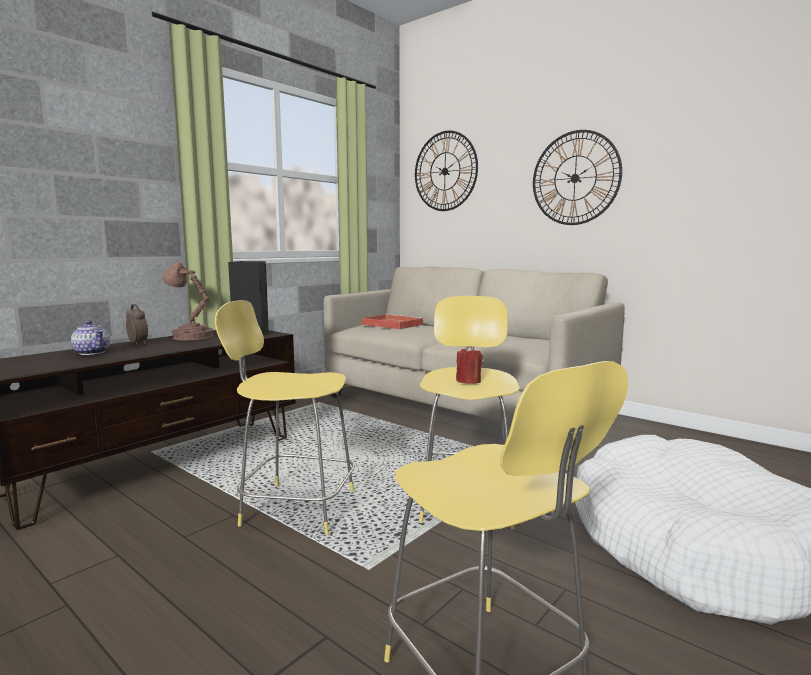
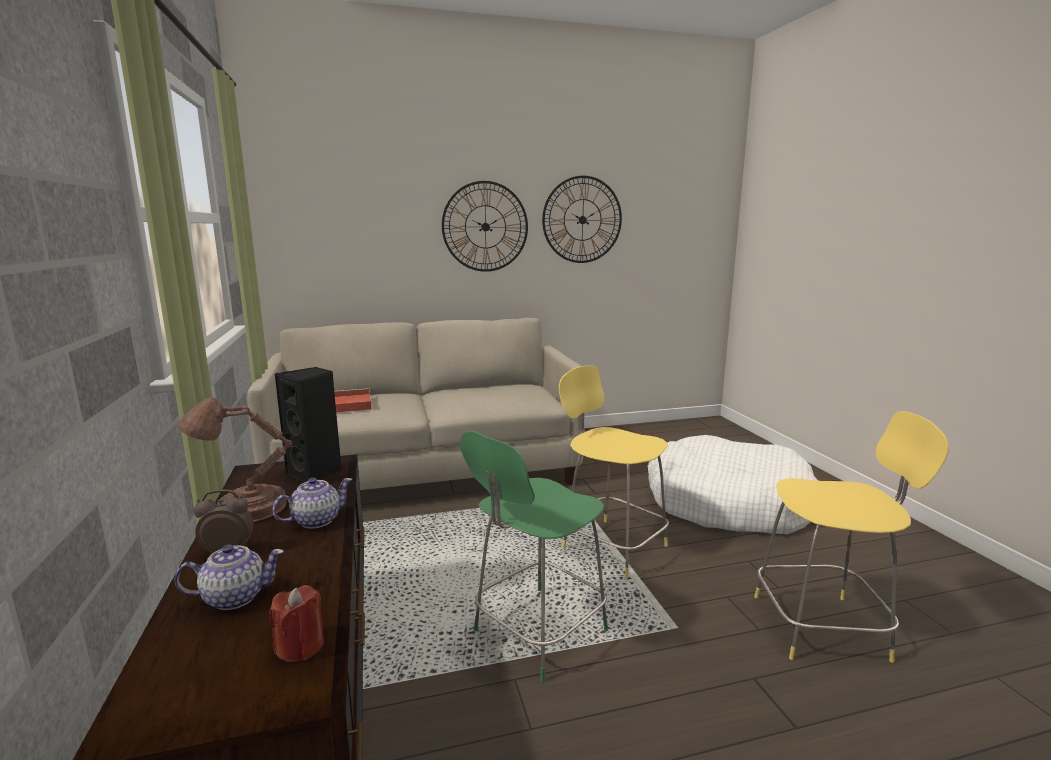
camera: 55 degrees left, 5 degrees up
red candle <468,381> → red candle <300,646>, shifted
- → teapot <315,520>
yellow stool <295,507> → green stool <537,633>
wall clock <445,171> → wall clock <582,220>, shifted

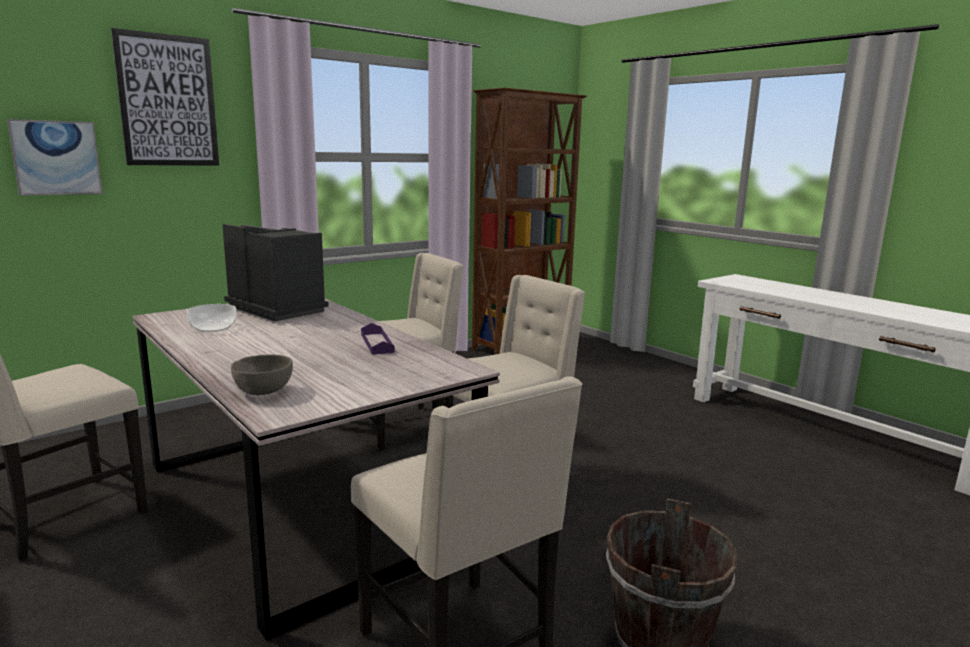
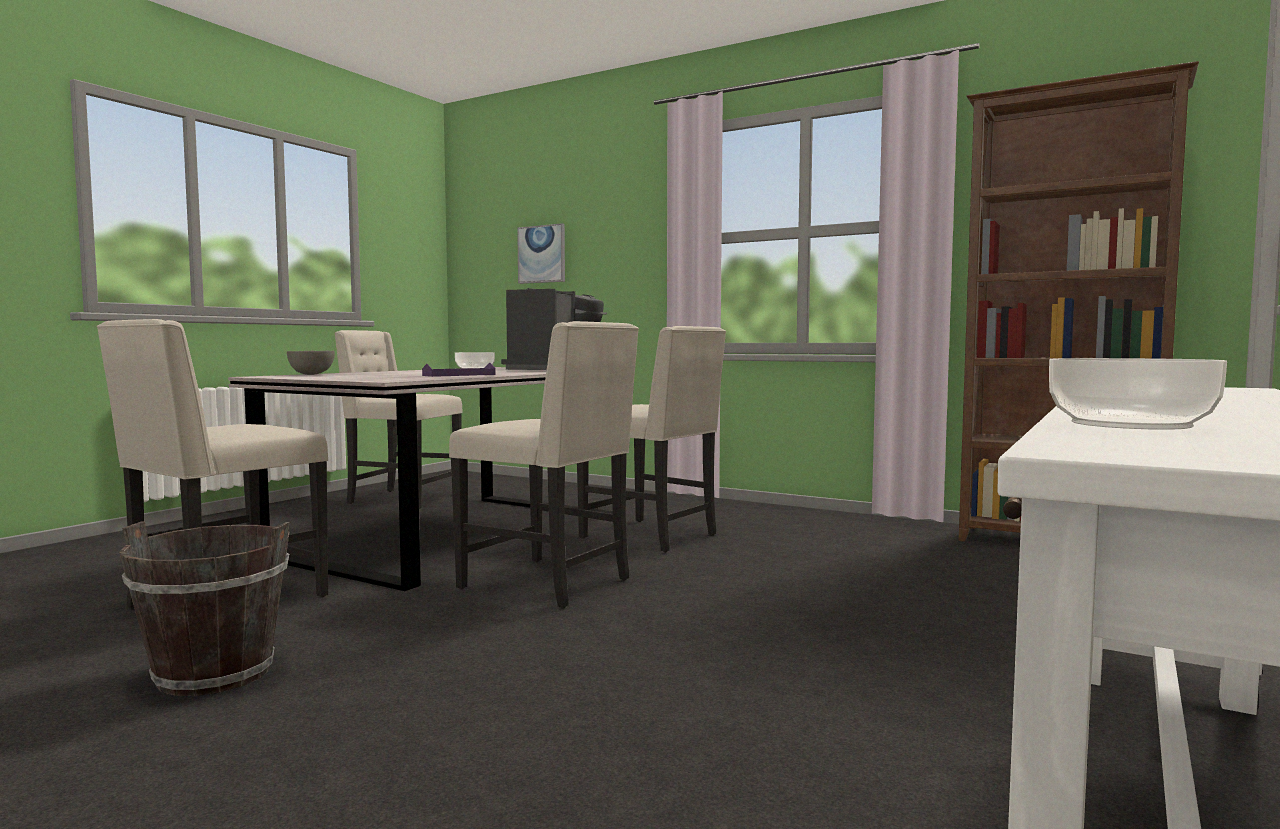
camera: 70 degrees right, 10 degrees down
- → bowl <1129,423>
picture <167,101> → -

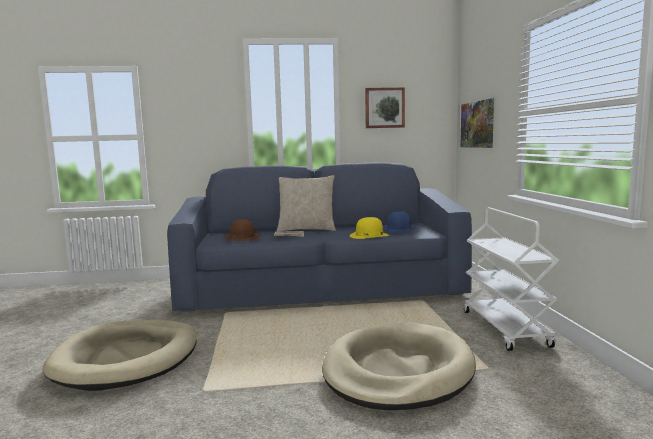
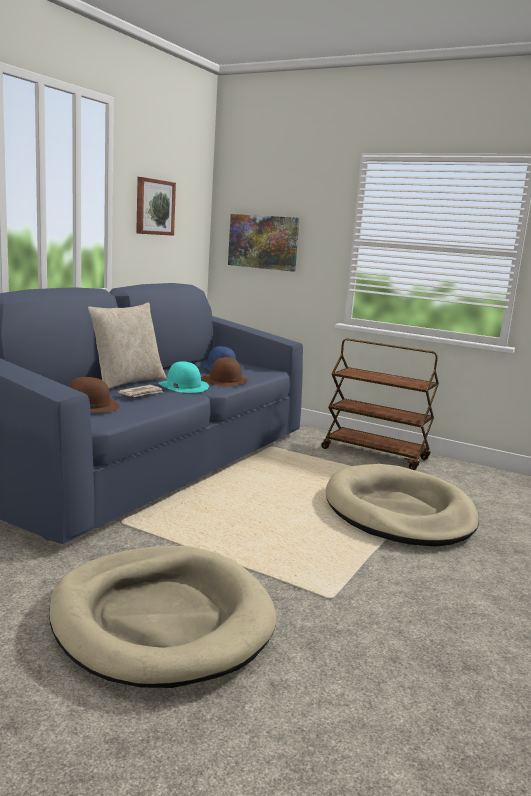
camera: 55 degrees left, 5 degrees up
- → turquoise hat <183,386>
yellow hat <369,235> → brown hat <225,380>
white cart <506,329> → brown cart <375,454>

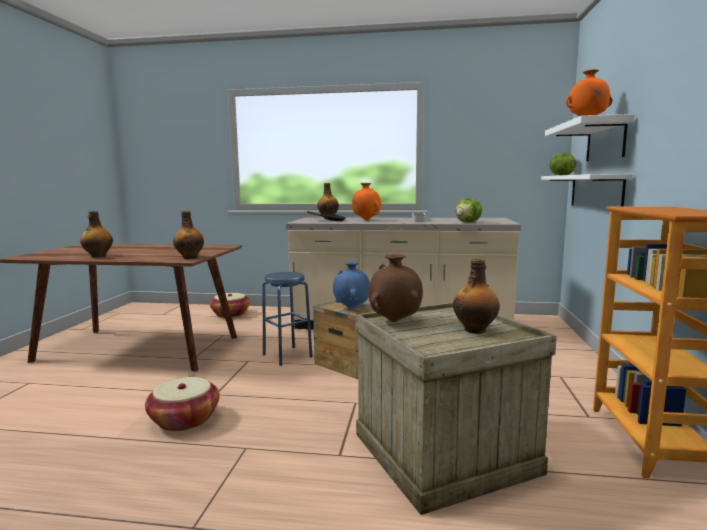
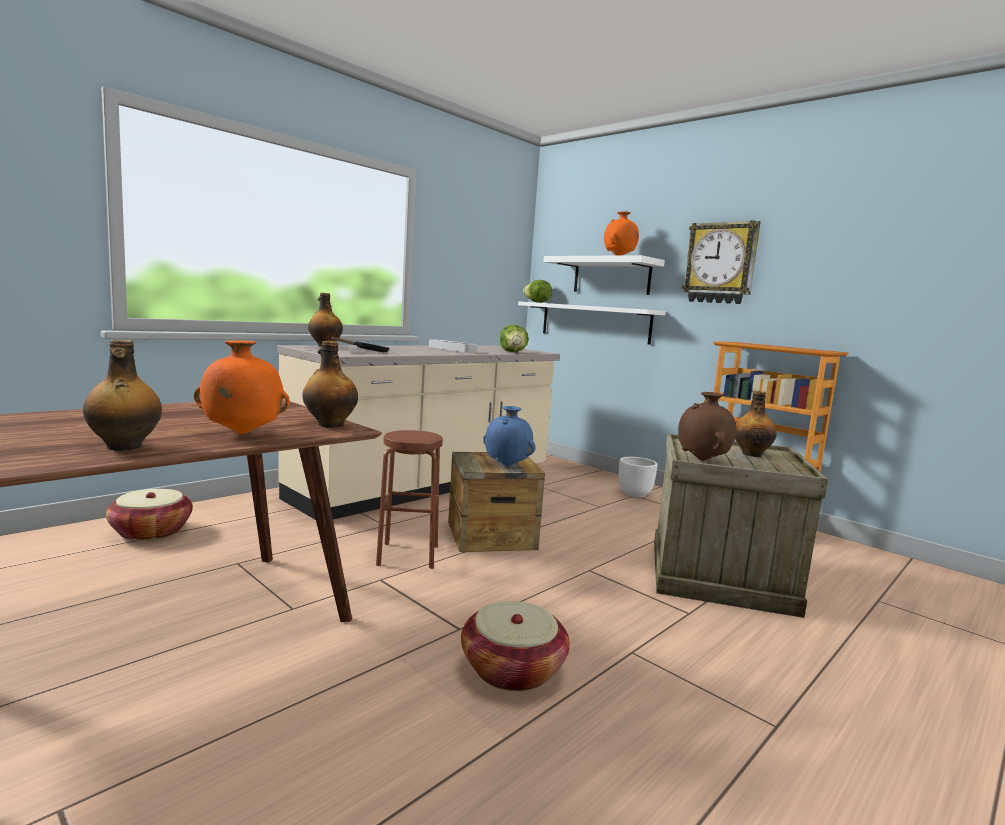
camera: 55 degrees left, 0 degrees up
orange vase <366,219> → orange vase <241,434>, shifted
blue stool <287,356> → brown stool <408,555>
- → white planter <634,494>
- → wall clock <720,263>

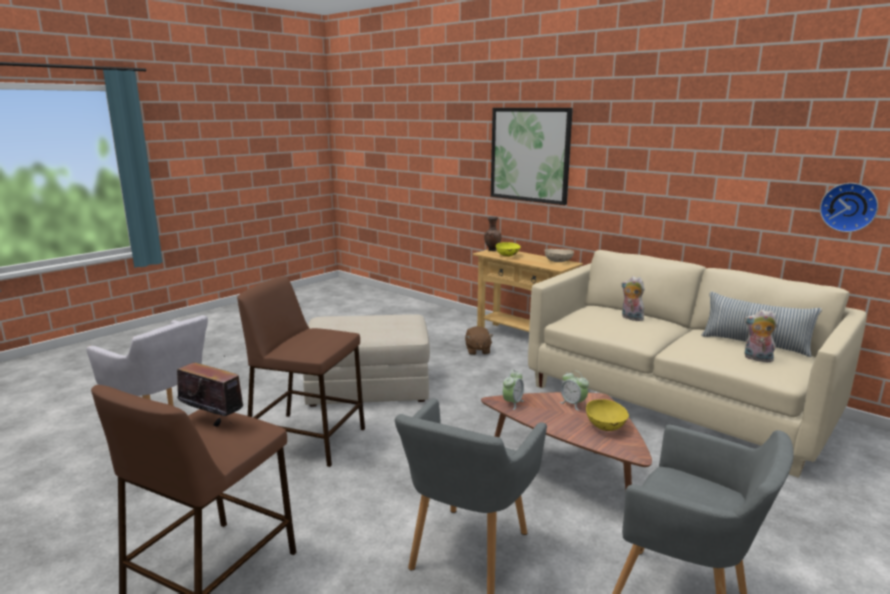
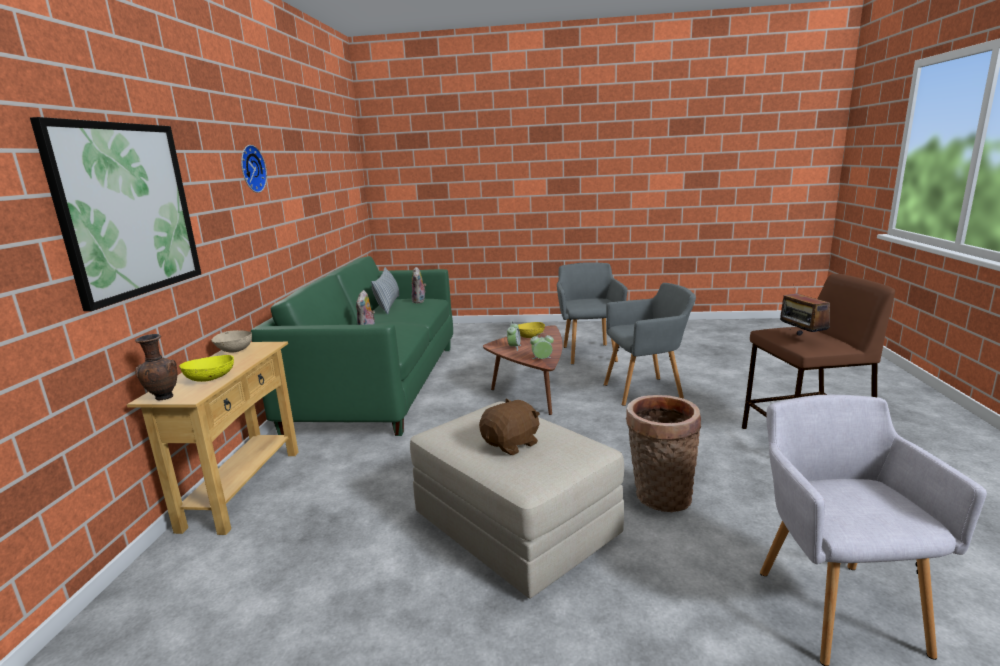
camera: 125 degrees left, 0 degrees up
wall clock <849,207> → wall clock <250,169>, shifted
beige sofa <675,402> → green sofa <378,385>
brown plush toy <477,350> → brown plush toy <511,444>, shifted
brown stool <309,438> → basket <659,496>

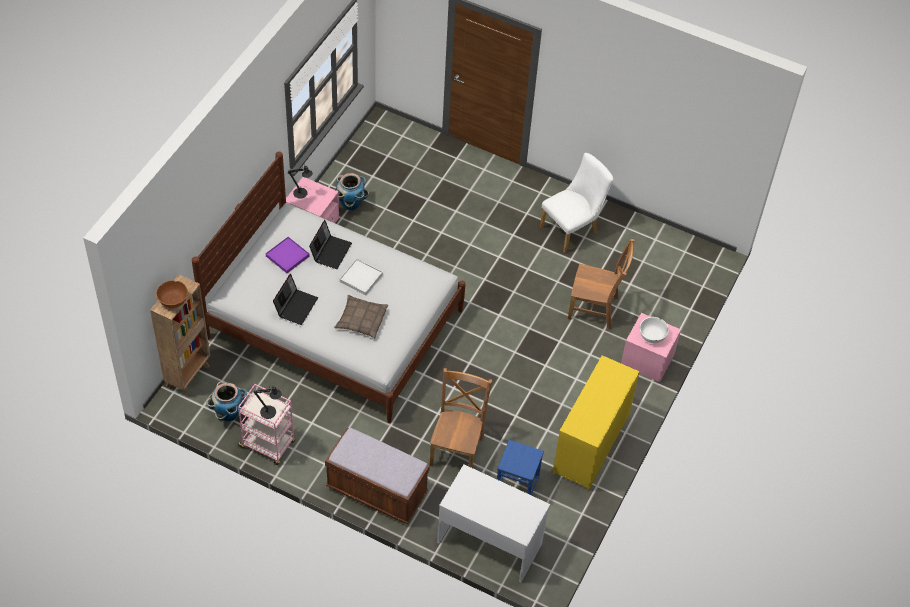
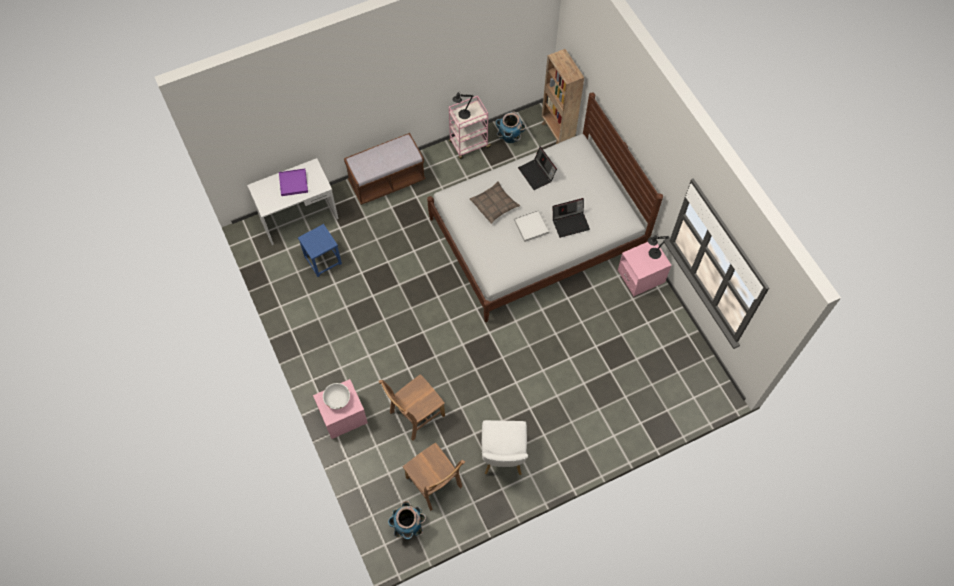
camera: 130 degrees right, 10 degrees up
purple tray <287,256> → purple tray <293,183>, shifted
planter <350,204> → planter <408,526>, shifted
brown chair <457,449> → brown chair <435,484>, shifted
laptop <330,251> → laptop <570,223>, 75 degrees counterclockwise
brown bowl <173,301> → -
yellow dresser <591,445> → -

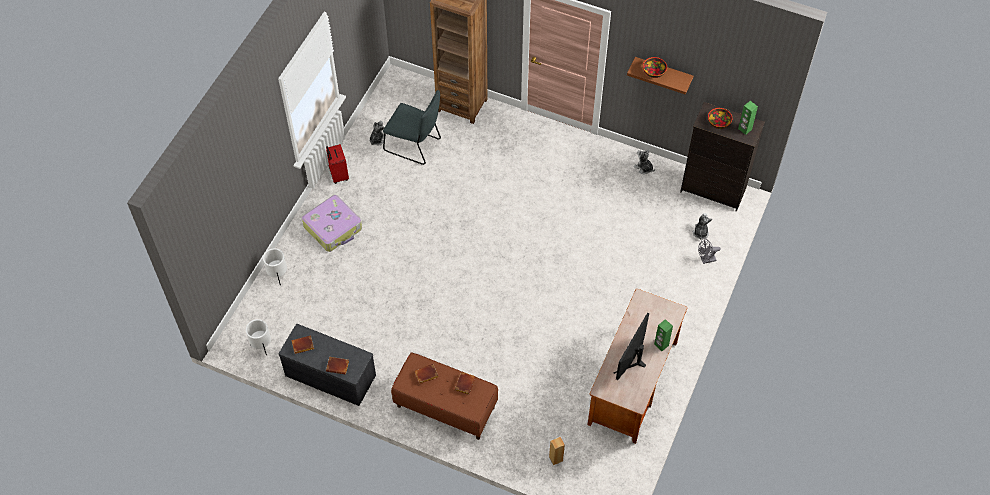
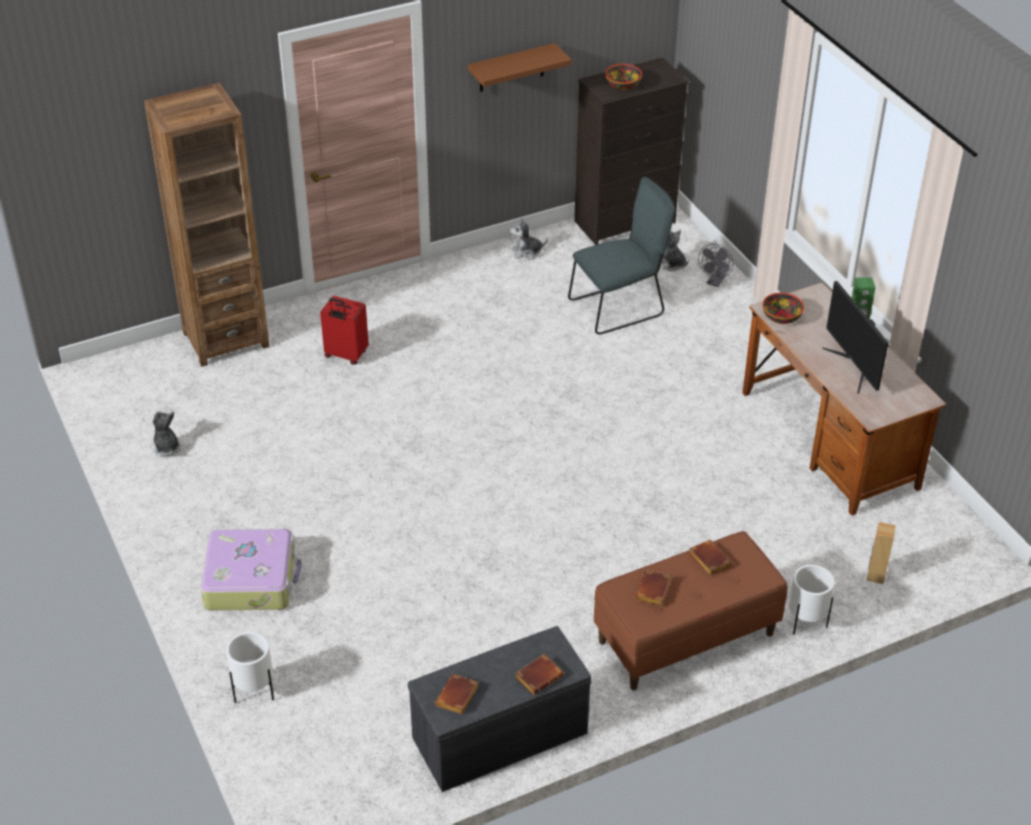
camera: 50 degrees left, 15 degrees down
red suitcase <338,175> → red suitcase <345,355>, shifted
grey chair <415,146> → grey chair <620,307>, shifted
bowl <654,72> → bowl <782,317>, shifted
white planter <262,346> → white planter <806,624>, shifted
green speaker <744,129> → -

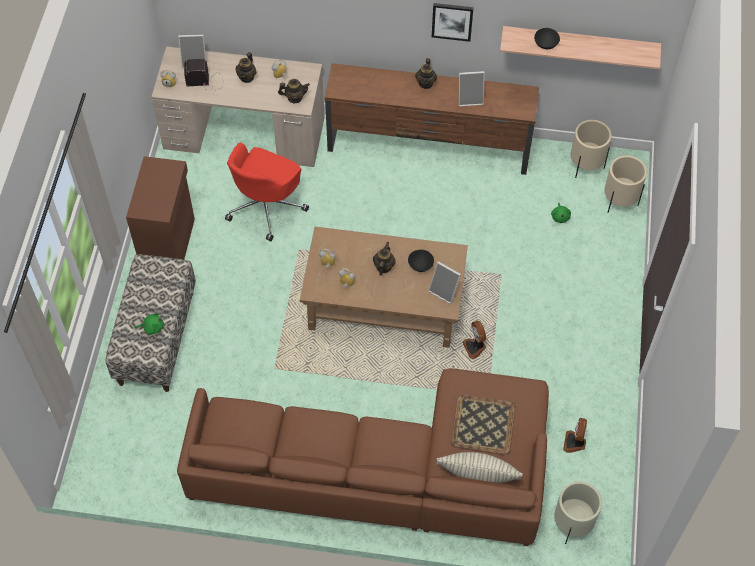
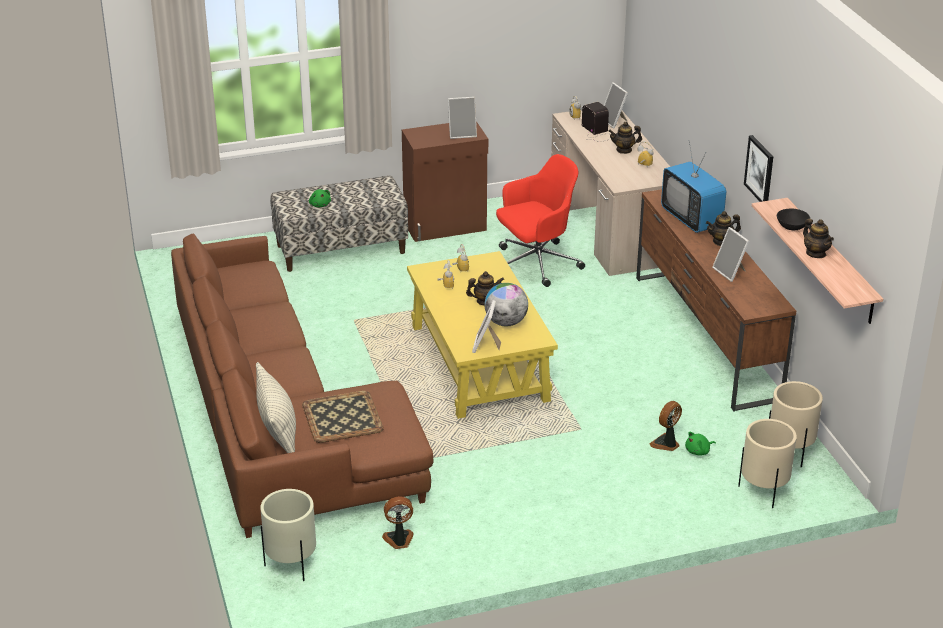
camera: 65 degrees right, 25 degrees down
brown coffee table <383,304> → yellow coffee table <478,362>
- → picture frame <462,133>
black bowl <420,265> → globe <506,322>
red office chair <266,206> → red office chair <536,263>, 150 degrees clockwise
fan <475,347> → fan <666,444>, shifted
- → television <691,219>
teapot <294,98> → teapot <816,253>, shifted

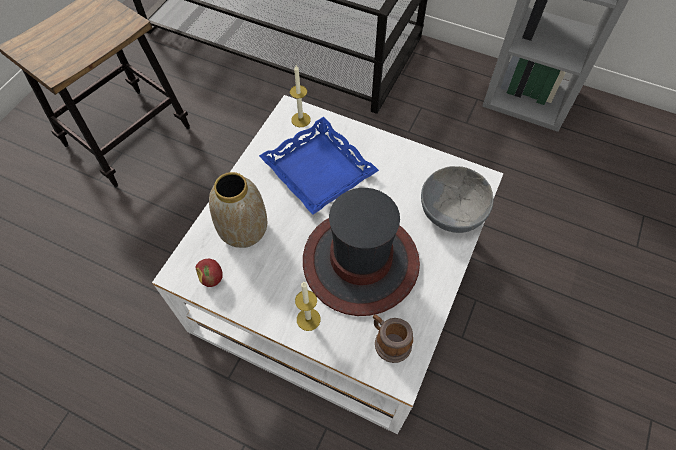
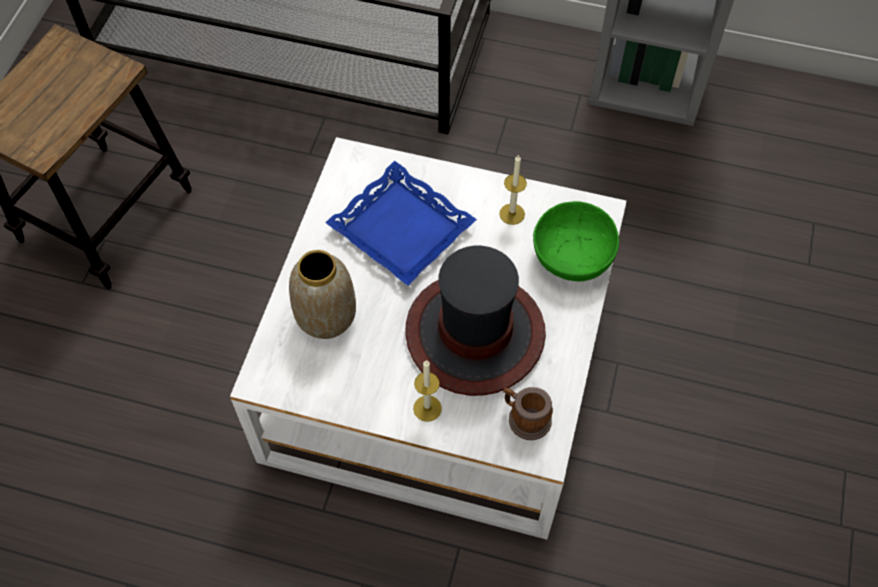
camera: 10 degrees left, 0 degrees up
candle <300,120> → candle <512,214>, shifted
grey bowl <451,210> → green bowl <571,256>
apple <212,279> → -

